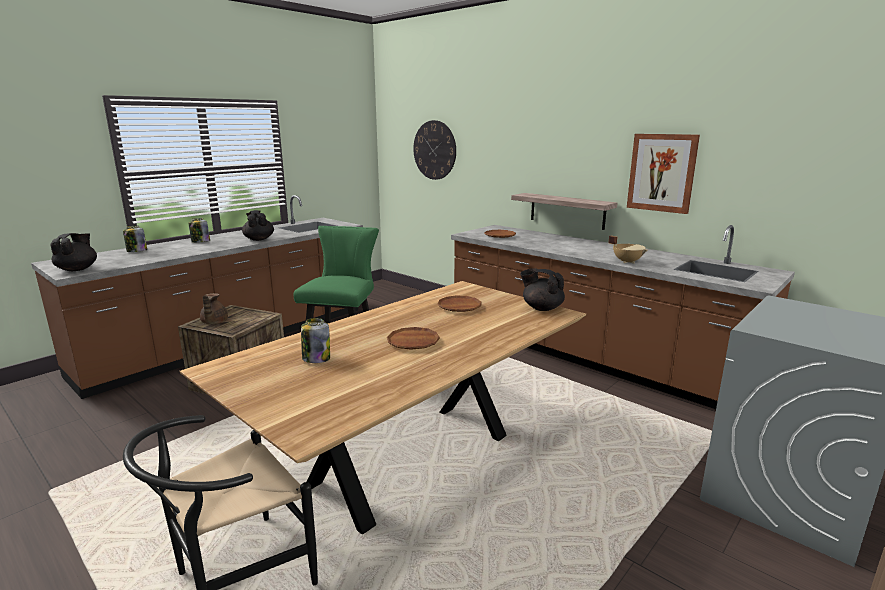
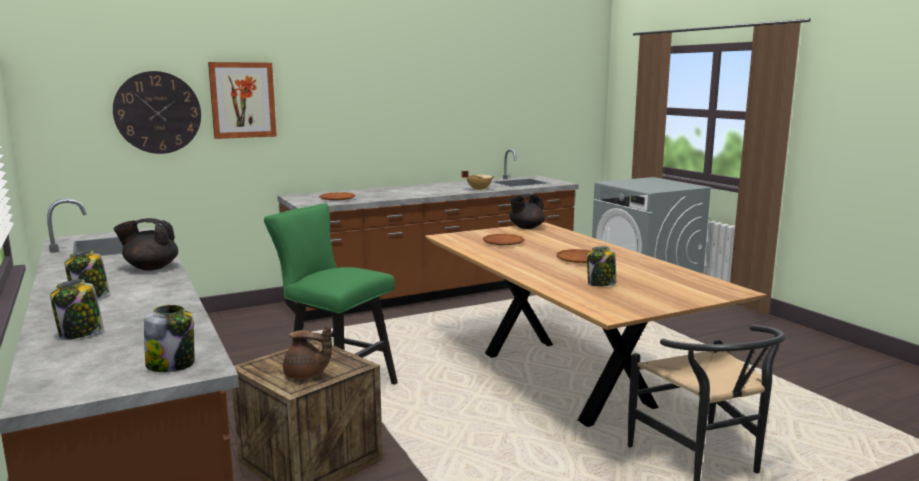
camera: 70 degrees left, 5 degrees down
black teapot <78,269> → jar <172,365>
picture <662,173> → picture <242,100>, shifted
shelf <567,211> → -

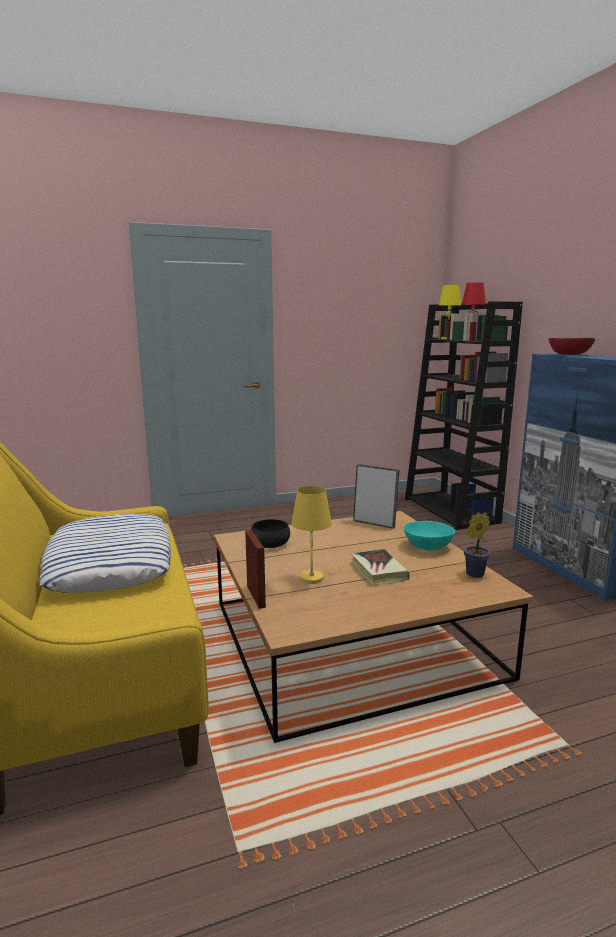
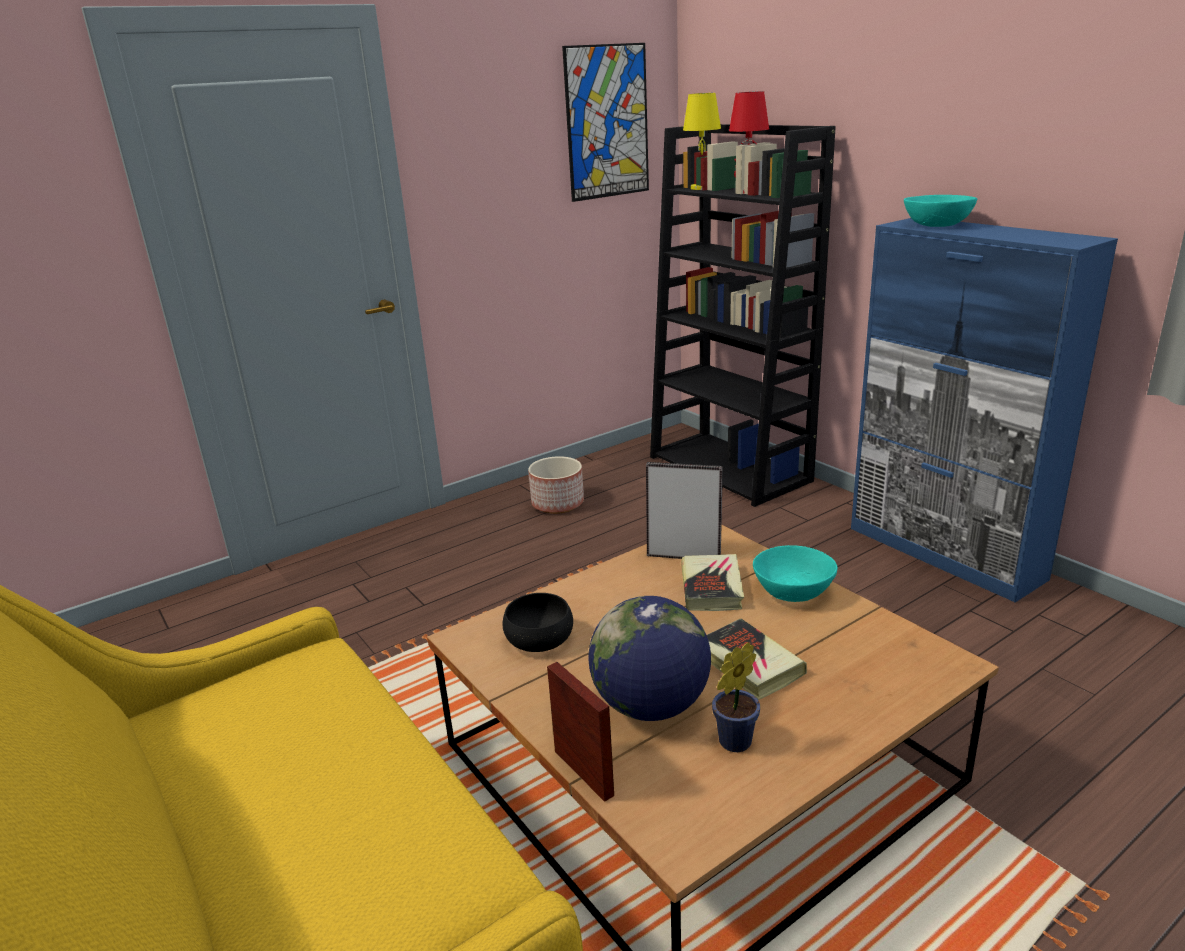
camera: 15 degrees left, 10 degrees up
- → planter <558,503>
- → picture <607,122>
yellow table lamp <311,578> → globe <651,706>
- → book <711,587>
potted plant <472,574> → potted plant <731,743>, shifted
red bowl <569,354> → turquoise bowl <936,225>
pillow <110,562> → -

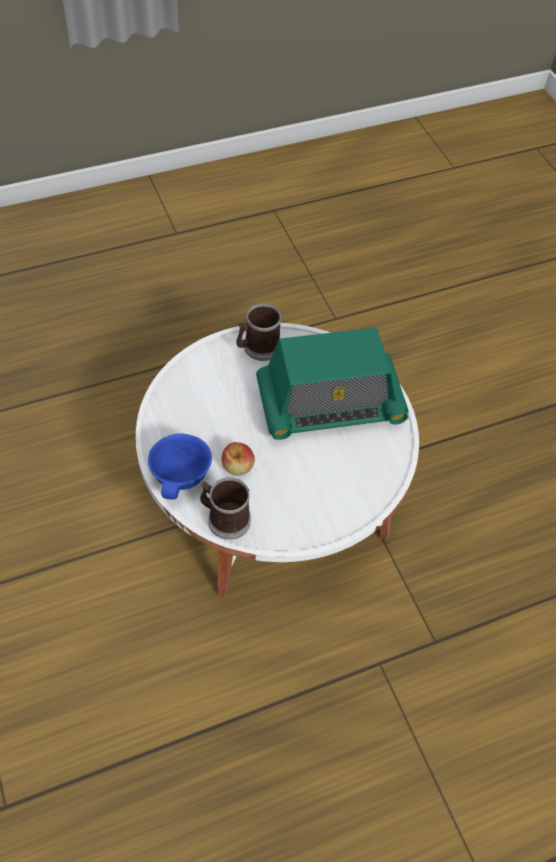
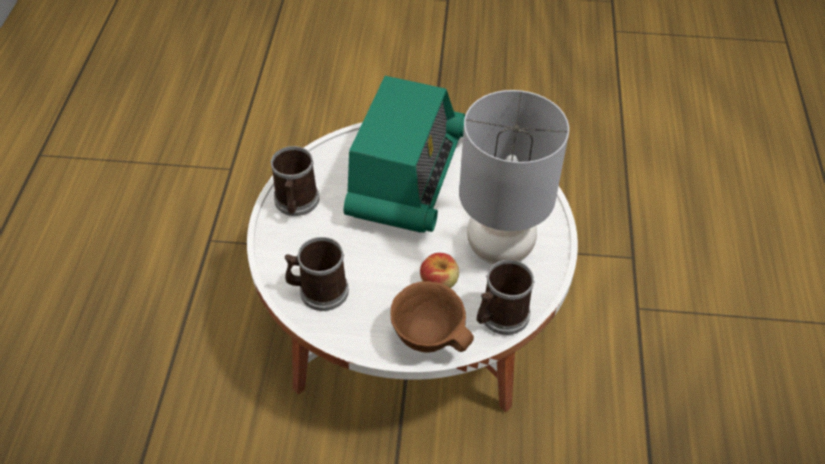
camera: 60 degrees left, 5 degrees down
- → mug <318,291>
blue bowl <182,479> → brown bowl <429,336>
- → grey table lamp <500,247>

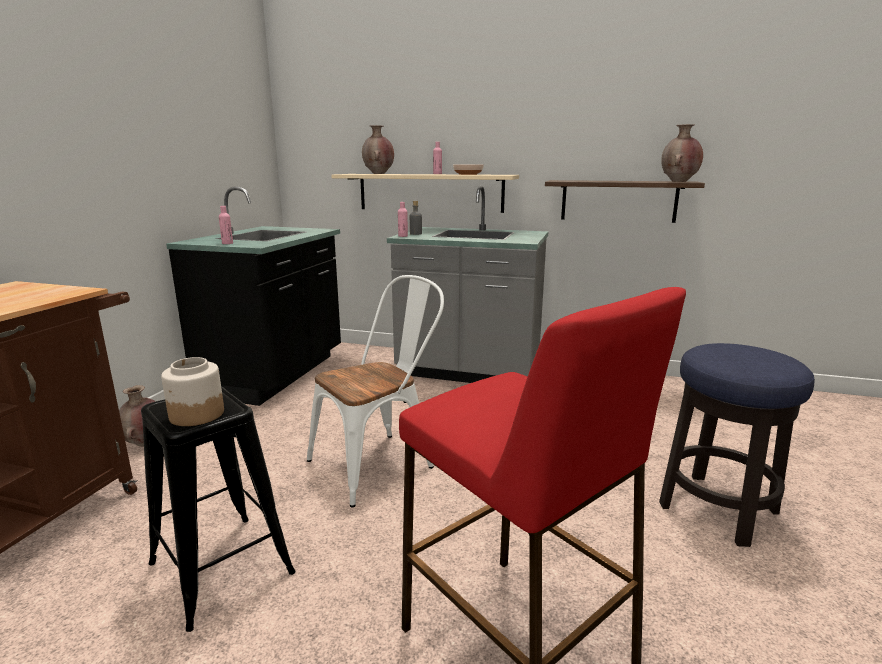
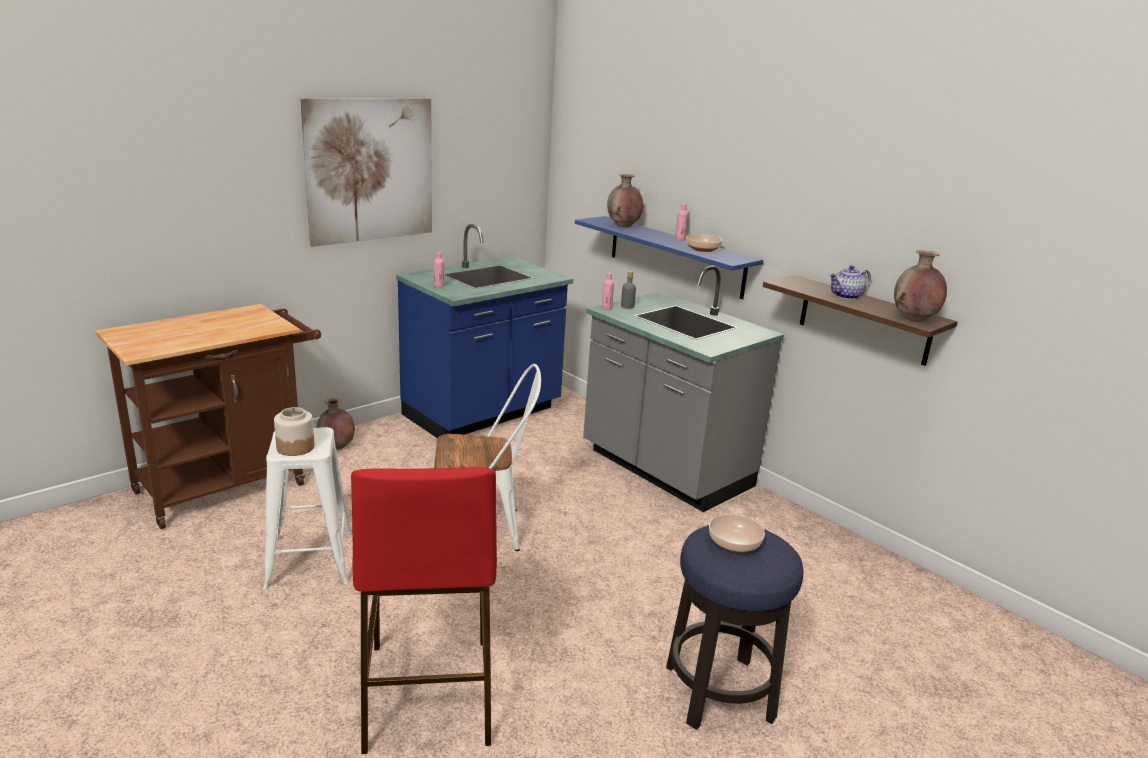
camera: 30 degrees right, 5 degrees up
black stool <221,568> → white stool <309,560>
- → picture <370,170>
black counter <276,375> → blue counter <483,414>
beige shelf <430,192> → blue shelf <675,256>
- → bowl <734,544>
- → teapot <846,296>

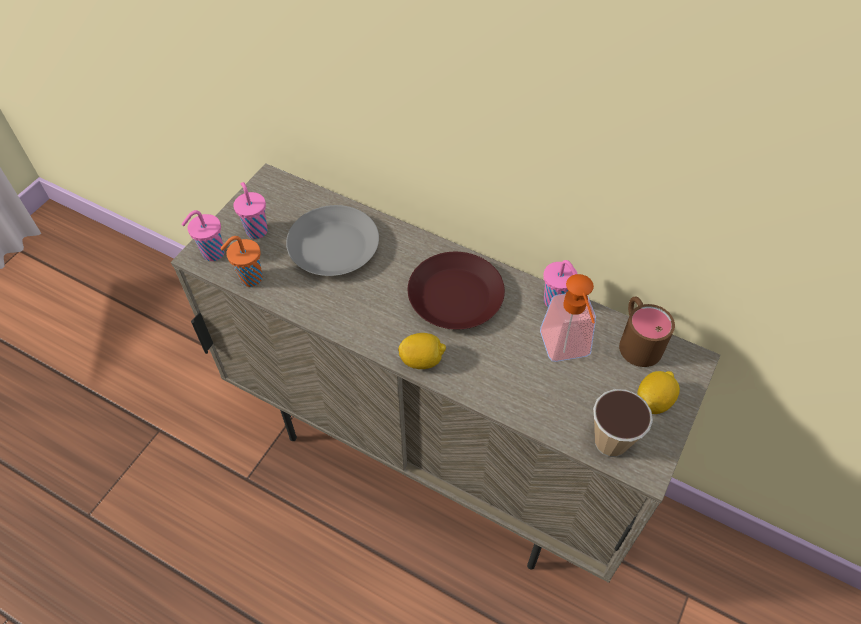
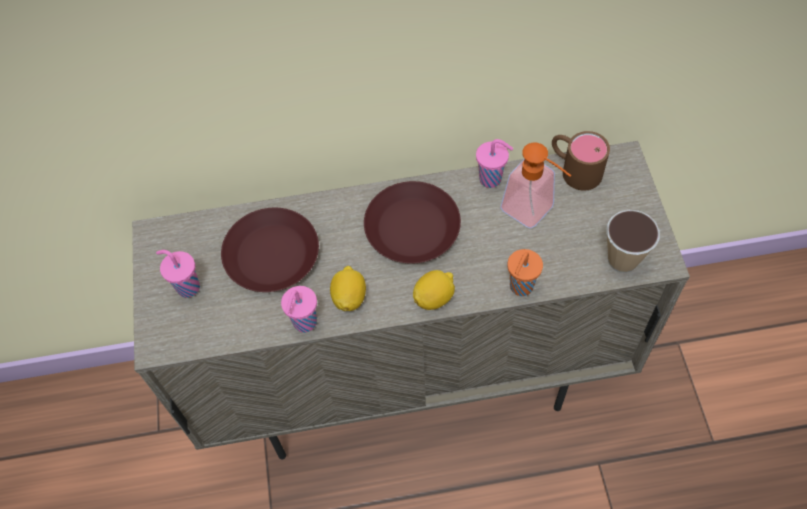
camera: 35 degrees left, 5 degrees up
grey plate <333,248> → brown plate <272,256>
pink cup <212,254> → pink cup <304,323>, shifted
lemon <653,401> → lemon <349,297>, shifted
orange cup <249,279> → orange cup <520,287>, shifted

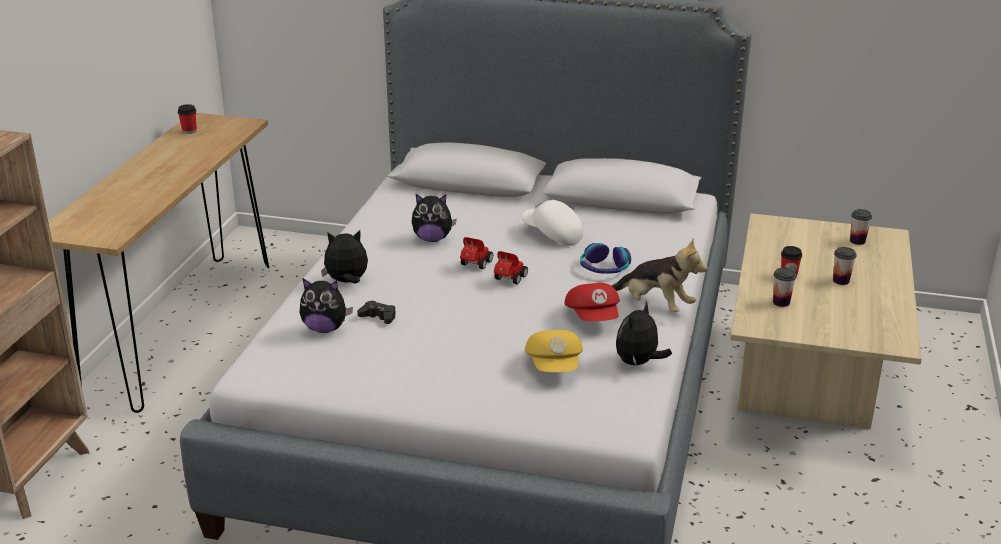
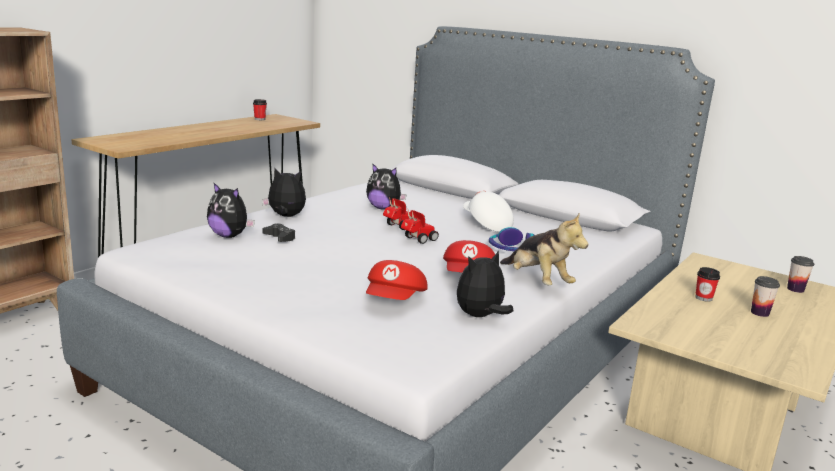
camera: 20 degrees right, 10 degrees down
yellow cap <555,366> → red cap <395,300>
cup <781,302> → -

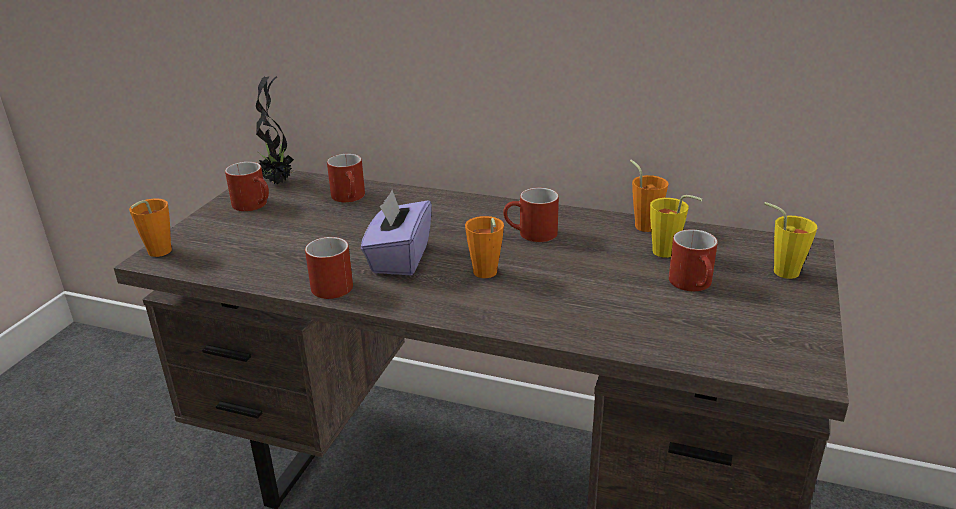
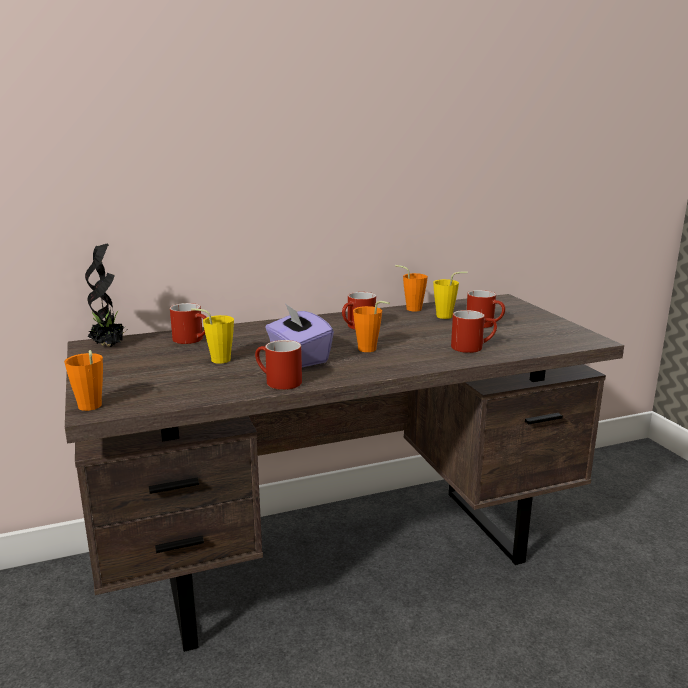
camera: 40 degrees left, 10 degrees down
yellow cup <780,270> → yellow cup <216,359>, shifted
red mug <255,205> → red mug <472,347>, shifted

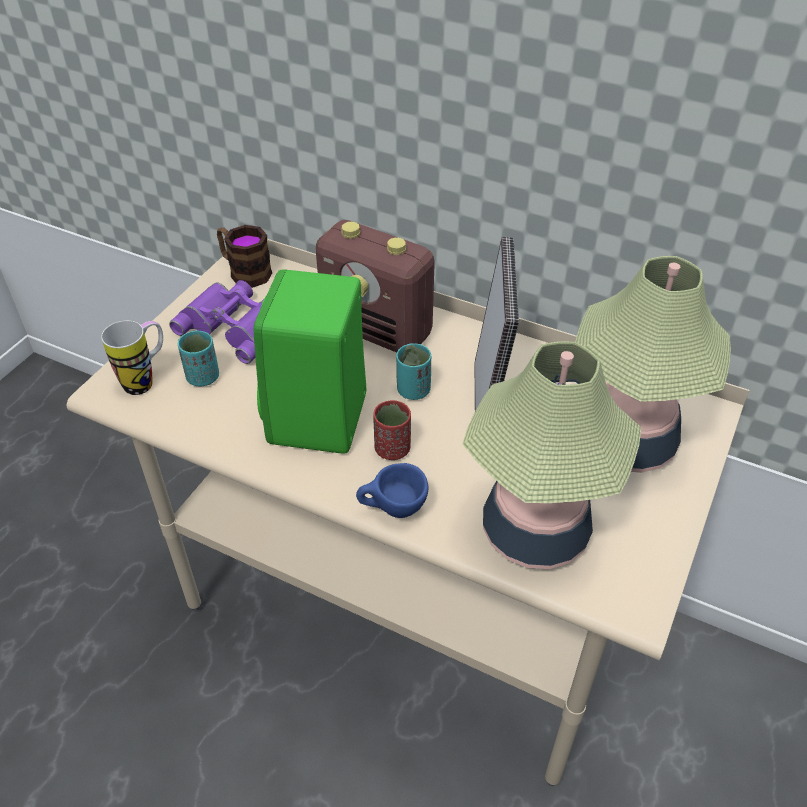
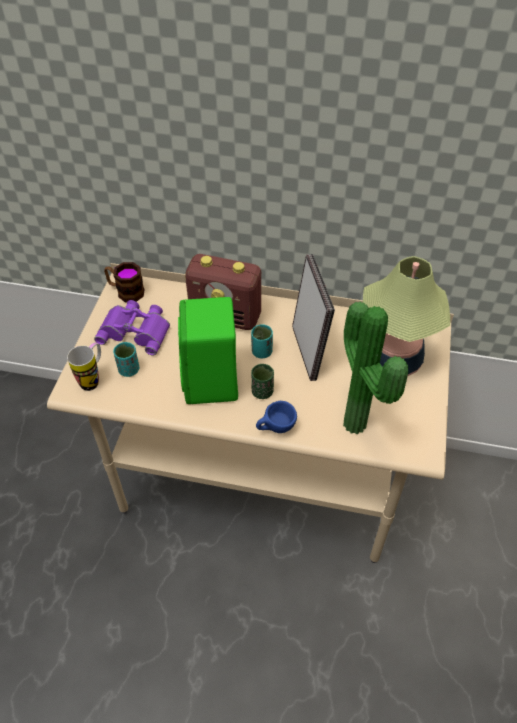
camera: 15 degrees left, 5 degrees up
red cup <392,449> → green cup <262,391>
table lamp <535,530> → potted plant <359,423>

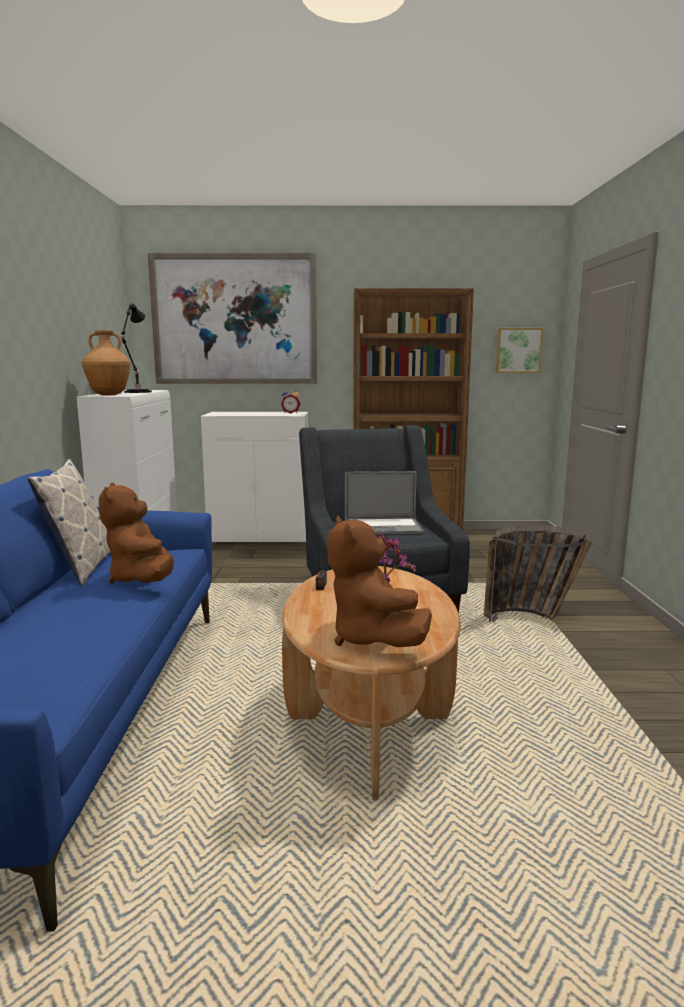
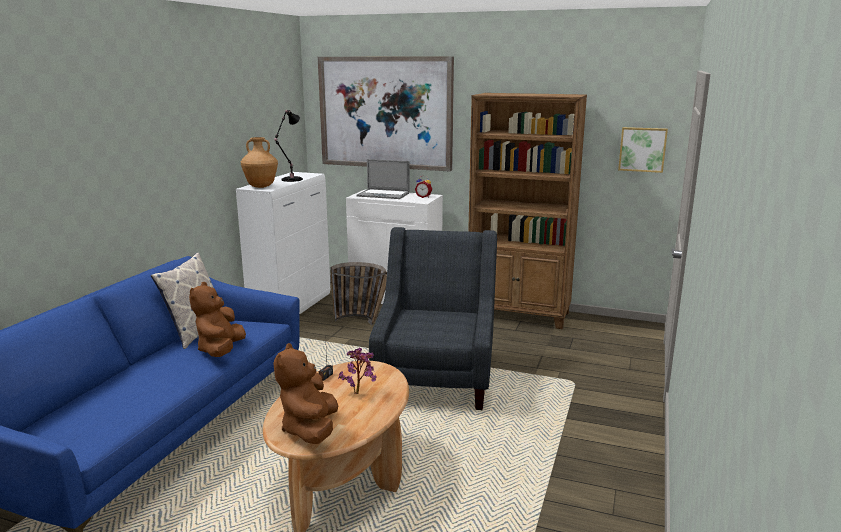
camera: 20 degrees right, 5 degrees up
basket <531,618> → basket <363,321>, shifted
laptop <382,527> → laptop <383,194>, shifted

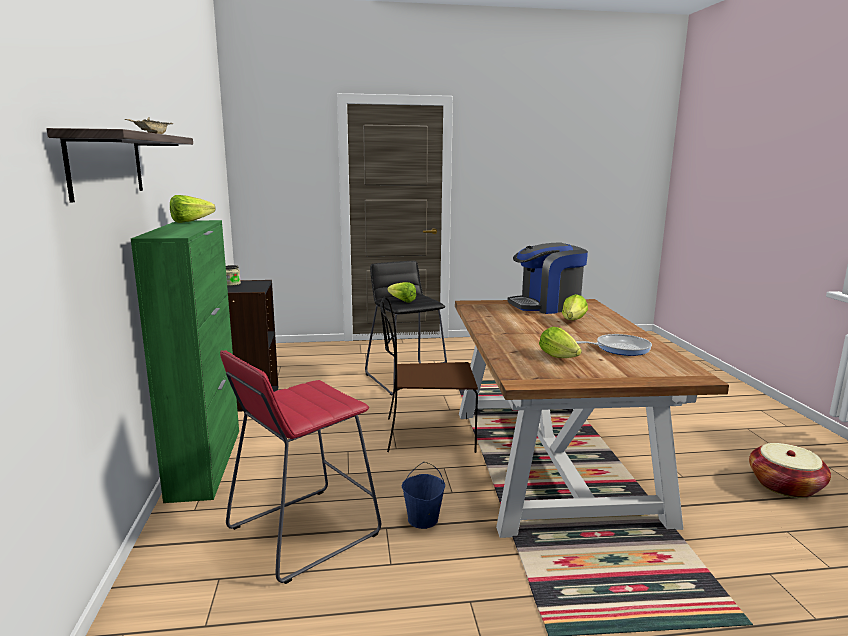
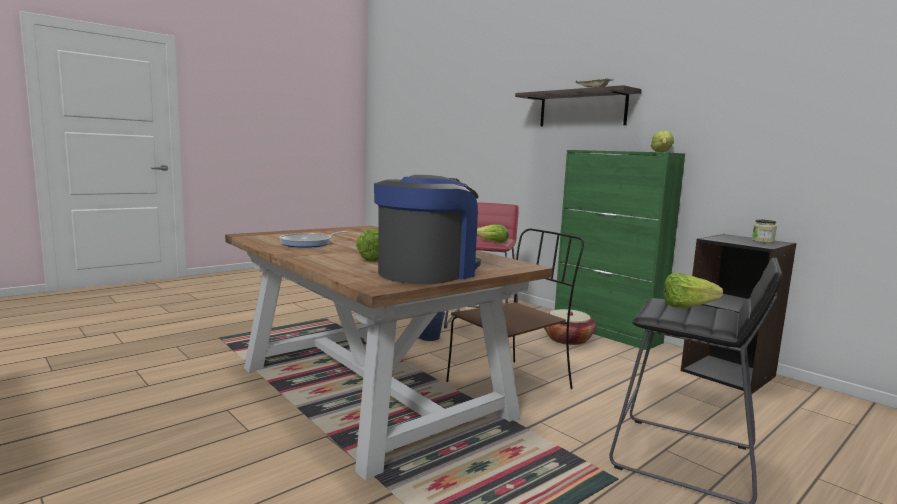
camera: 145 degrees right, 5 degrees down
lettuce <560,357> → lettuce <490,241>, shifted
basket <785,486> → basket <567,339>, shifted

